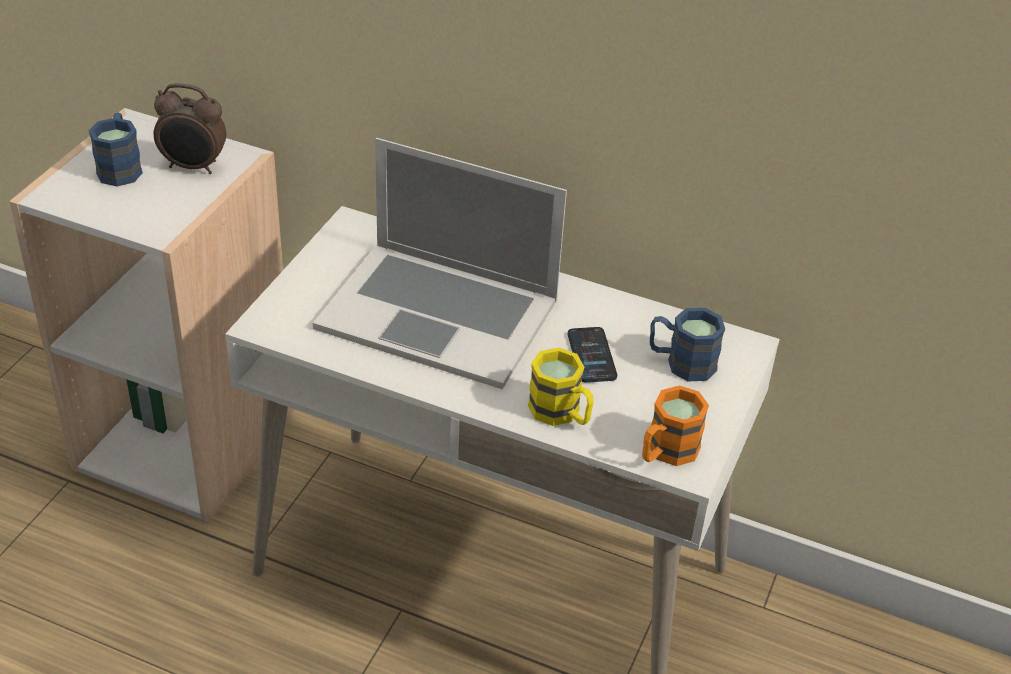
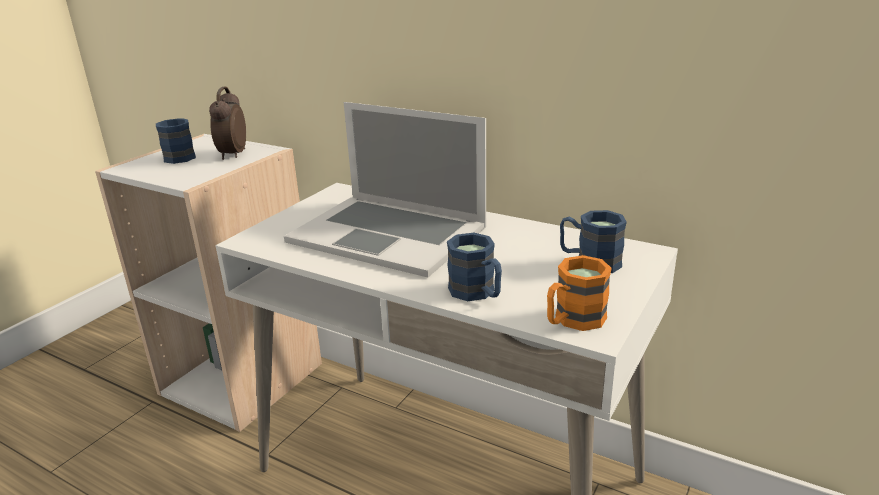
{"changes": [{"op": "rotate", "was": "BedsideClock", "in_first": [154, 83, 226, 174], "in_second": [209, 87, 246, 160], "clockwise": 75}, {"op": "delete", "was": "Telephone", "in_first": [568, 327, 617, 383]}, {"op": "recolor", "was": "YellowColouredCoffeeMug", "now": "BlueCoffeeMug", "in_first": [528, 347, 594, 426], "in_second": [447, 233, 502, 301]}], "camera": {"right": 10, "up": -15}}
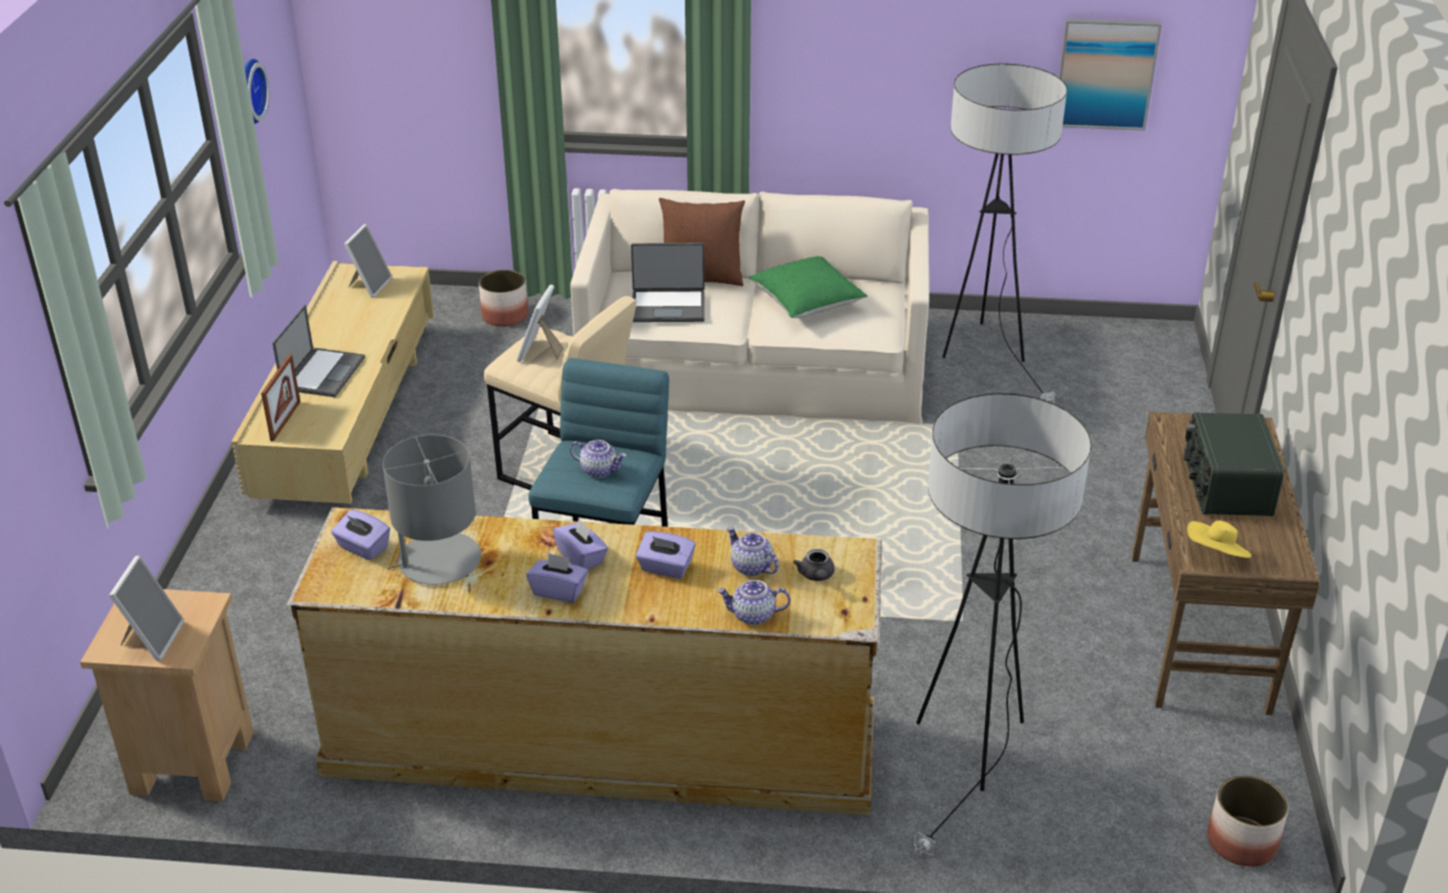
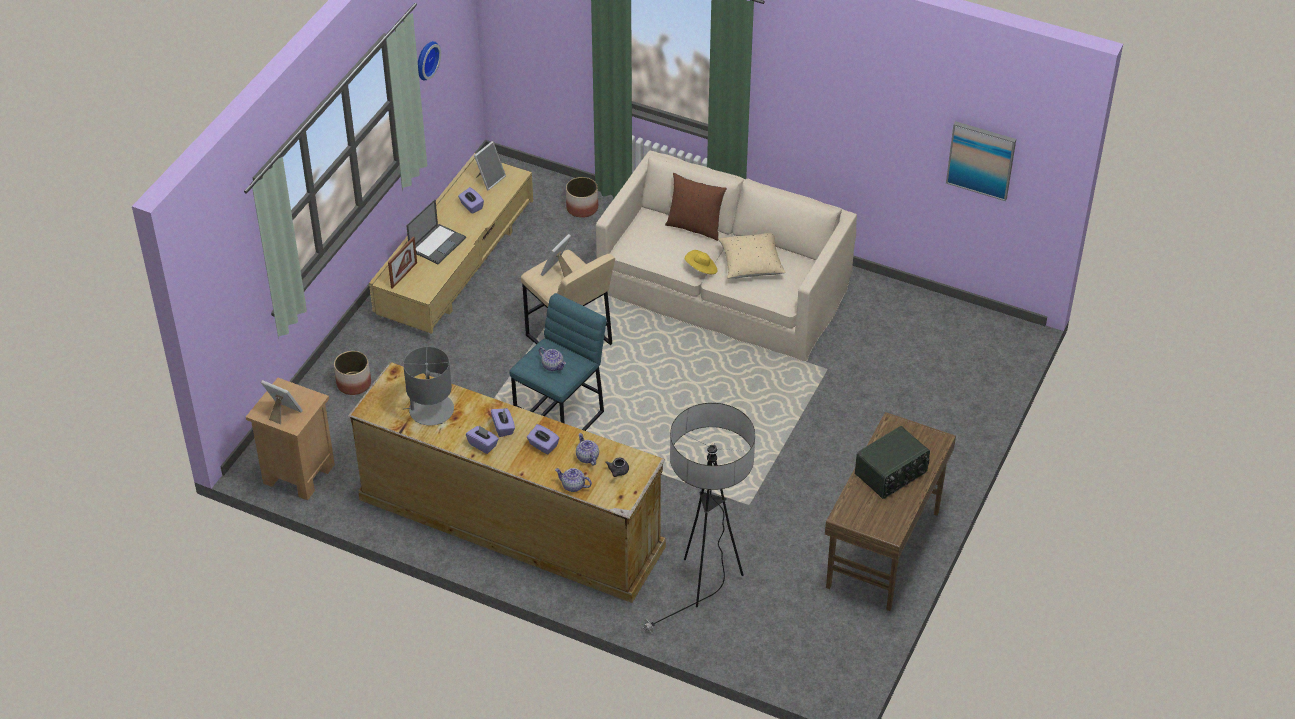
{"changes": [{"op": "delete", "was": "StandardLamp", "in_first": [943, 64, 1067, 404]}, {"op": "delete", "was": "Laptop", "in_first": [631, 243, 705, 322]}, {"op": "recolor", "was": "GreenPillow", "now": "BeigeColouredPillow", "in_first": [749, 256, 867, 318], "in_second": [718, 233, 786, 279]}, {"op": "rotate", "was": "Radio", "in_first": [1184, 412, 1284, 516], "in_second": [855, 426, 930, 499], "clockwise": -150}, {"op": "move", "was": "PurpleTissueHolder", "in_first": [331, 510, 390, 560], "in_second": [458, 187, 484, 214]}, {"op": "move", "was": "YellowColouredWearableHat", "in_first": [1187, 520, 1251, 558], "in_second": [685, 250, 718, 274]}, {"op": "rotate", "was": "StandingFrame", "in_first": [109, 556, 184, 661], "in_second": [261, 380, 303, 425], "clockwise": -90}, {"op": "move", "was": "FlowerPot", "in_first": [1207, 775, 1288, 867], "in_second": [334, 351, 371, 395]}], "camera": {"right": 20, "up": 10}}
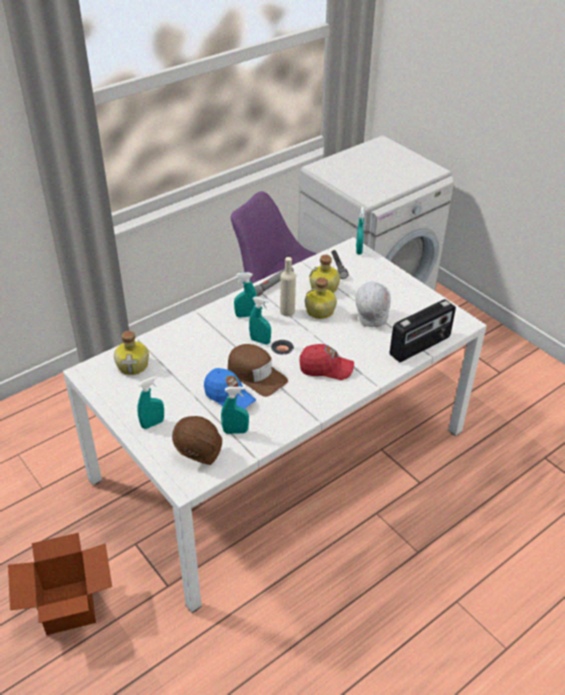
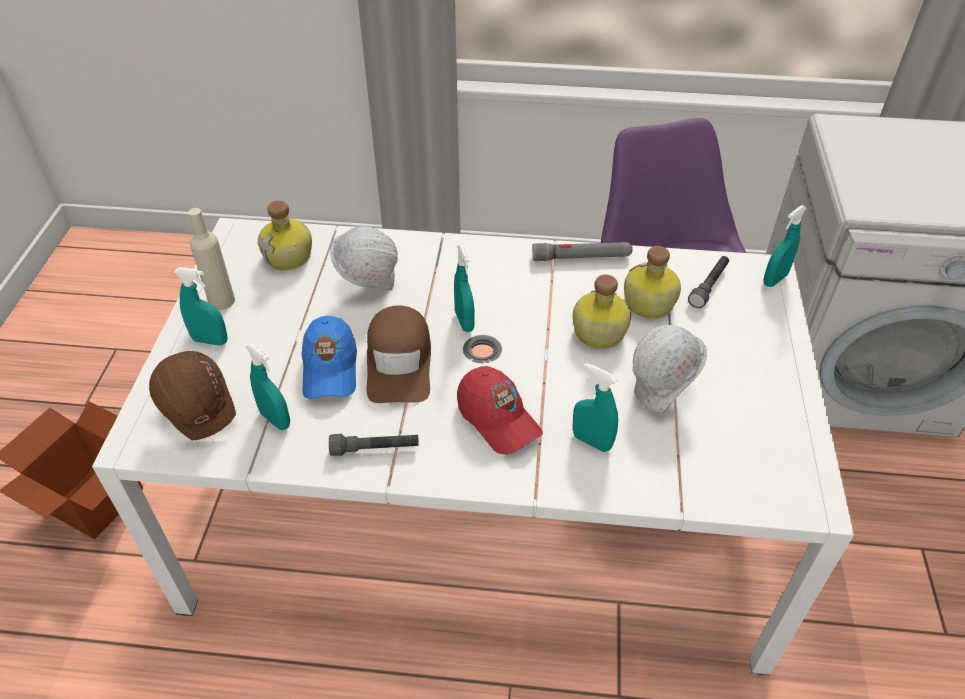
{"changes": [{"op": "move", "was": "BeigeColouredDrinkBottle", "in_first": [280, 257, 296, 316], "in_second": [188, 208, 235, 310]}, {"op": "move", "was": "TurquoiseHandSprayer", "in_first": [234, 272, 257, 318], "in_second": [573, 363, 618, 452]}, {"op": "delete", "was": "Radio", "in_first": [390, 299, 456, 362]}, {"op": "insert", "now": "WhitishSafetyHelmet", "in_second": [330, 226, 398, 290]}, {"op": "insert", "now": "GrayHandTorch", "in_second": [329, 434, 419, 456]}], "camera": {"right": 45, "up": 5}}
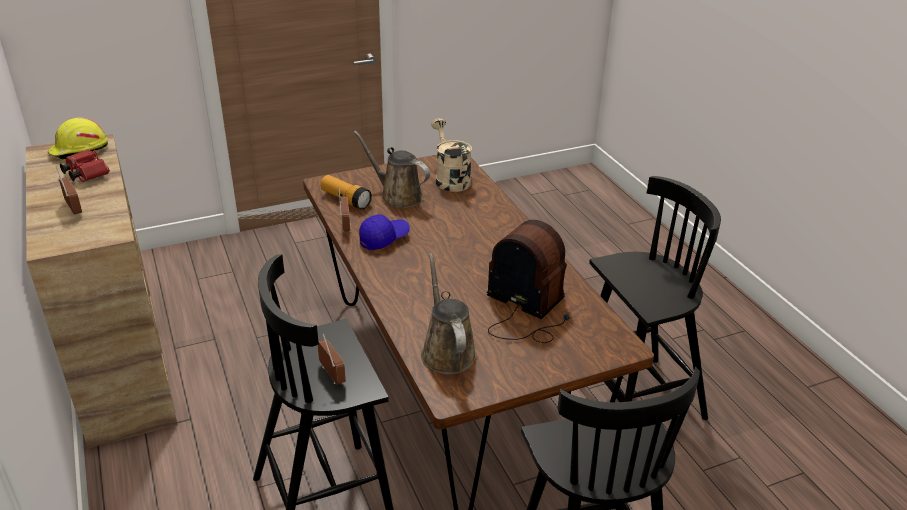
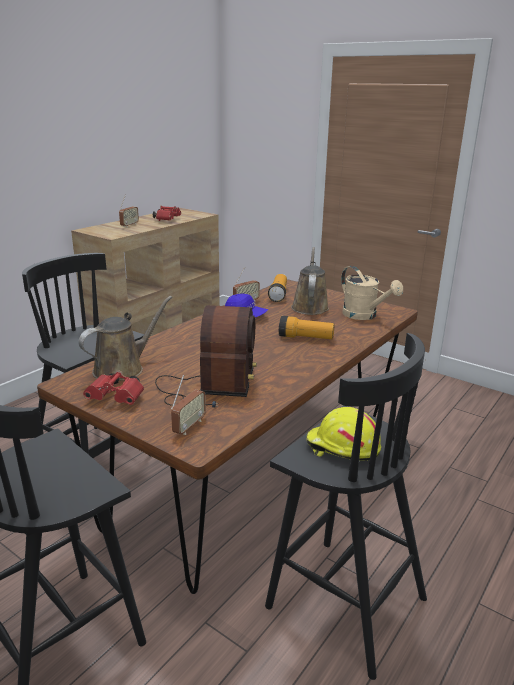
{"changes": [{"op": "move", "was": "YellowColouredSafetyHelmet", "in_first": [48, 117, 108, 161], "in_second": [307, 407, 381, 461]}, {"op": "rotate", "was": "BeigeColouredSprinklingCan", "in_first": [431, 118, 472, 192], "in_second": [341, 266, 403, 320], "clockwise": 105}, {"op": "move", "was": "Radio", "in_first": [317, 333, 346, 385], "in_second": [171, 375, 206, 435]}, {"op": "insert", "now": "HandTorch", "in_second": [279, 316, 335, 339]}, {"op": "insert", "now": "RedColouredFieldGlasses", "in_second": [83, 370, 144, 405]}], "camera": {"right": 60, "up": -10}}
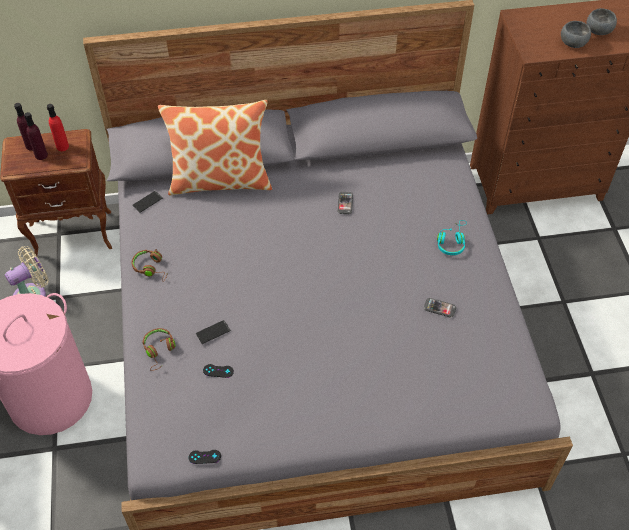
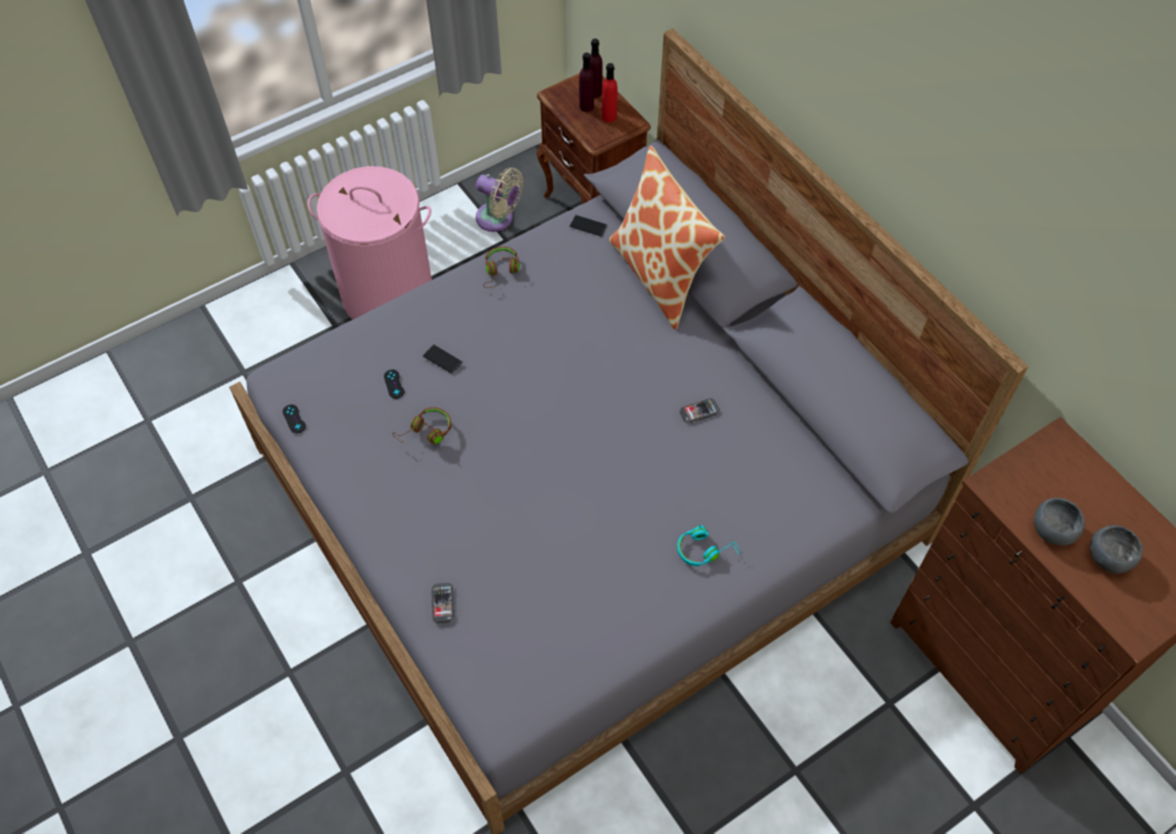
{"changes": [{"op": "move", "was": "Telephone", "in_first": [424, 298, 456, 318], "in_second": [431, 583, 454, 623]}, {"op": "move", "was": "BrownHeadset", "in_first": [143, 328, 175, 371], "in_second": [393, 407, 451, 444]}], "camera": {"right": 65, "up": 5}}
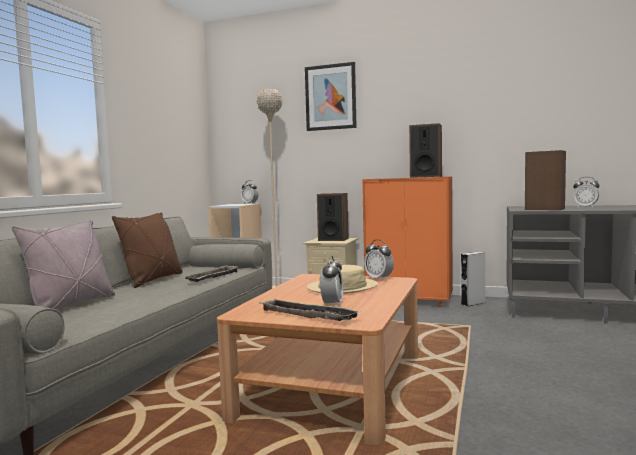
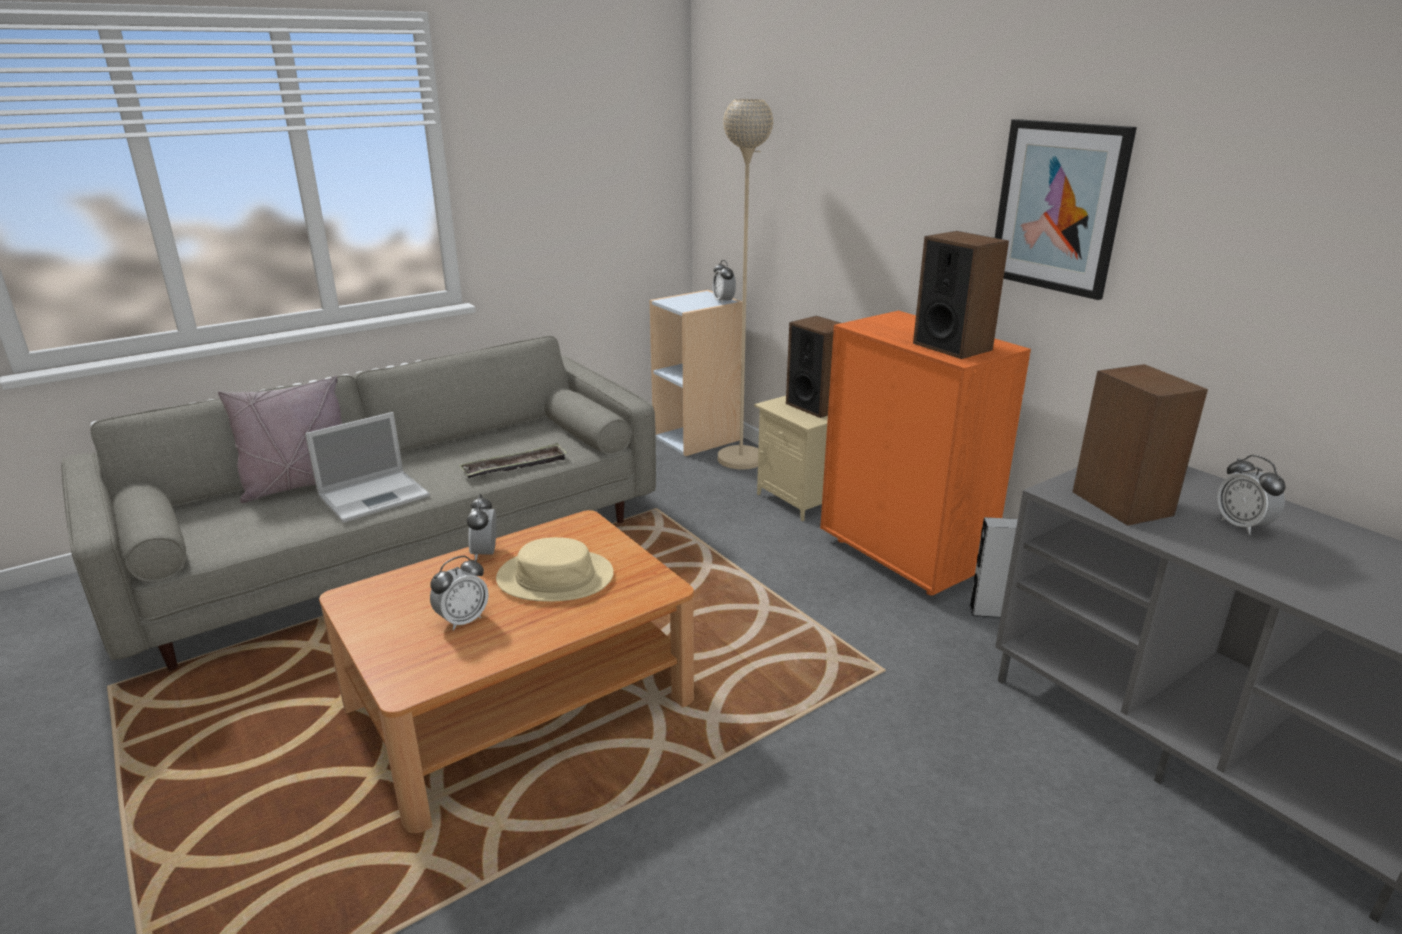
{"changes": [{"op": "move", "was": "WallArt", "in_first": [305, 62, 357, 131], "in_second": [995, 119, 1137, 300]}, {"op": "delete", "was": "BrownPillow", "in_first": [112, 212, 183, 288]}, {"op": "move", "was": "BedsideClock", "in_first": [364, 240, 394, 281], "in_second": [467, 494, 497, 559]}, {"op": "delete", "was": "CarryingTray", "in_first": [259, 299, 361, 321]}, {"op": "insert", "now": "Laptop", "in_second": [305, 412, 430, 523]}], "camera": {"right": 35, "up": 20}}
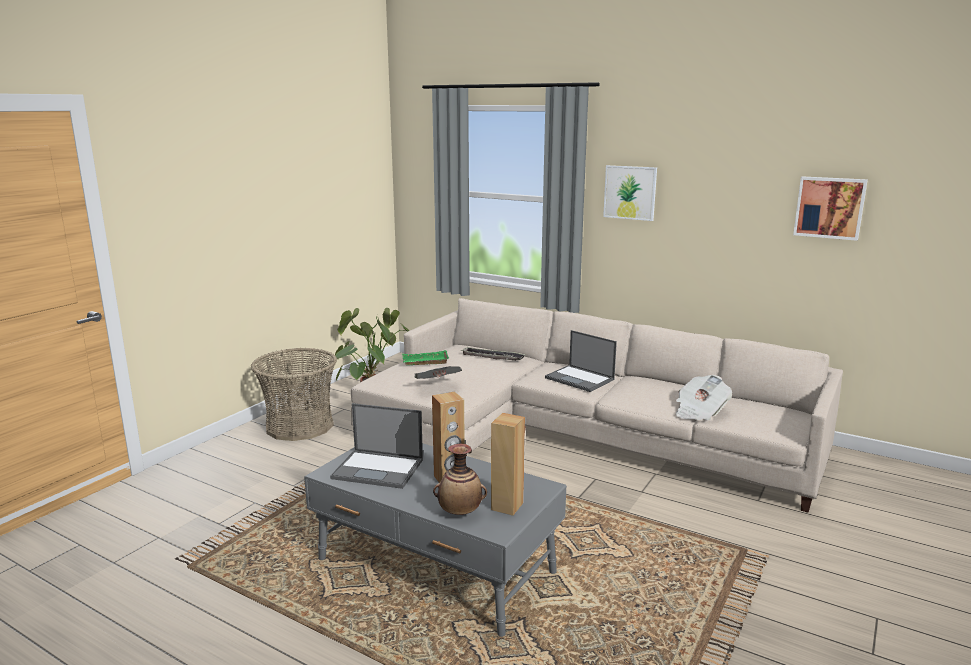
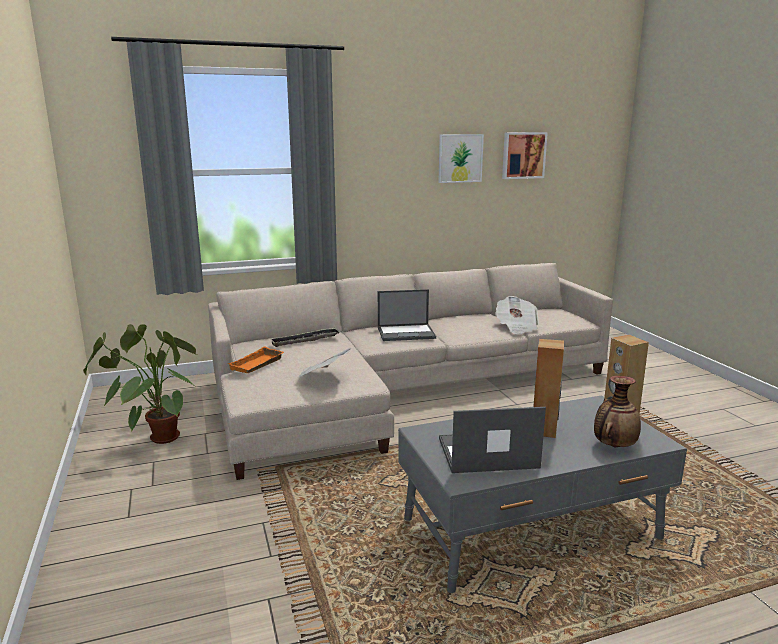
{"changes": [{"op": "move", "was": "WallArt", "in_first": [603, 165, 657, 221], "in_second": [438, 134, 484, 183]}, {"op": "delete", "was": "Basket", "in_first": [251, 348, 337, 441]}, {"op": "recolor", "was": "GreenCarryingTray", "now": "OrangeCarryingTray", "in_first": [402, 350, 449, 365], "in_second": [228, 346, 284, 373]}, {"op": "rotate", "was": "Laptop", "in_first": [330, 403, 423, 489], "in_second": [439, 407, 546, 473], "clockwise": -150}], "camera": {"right": -50, "up": 0}}
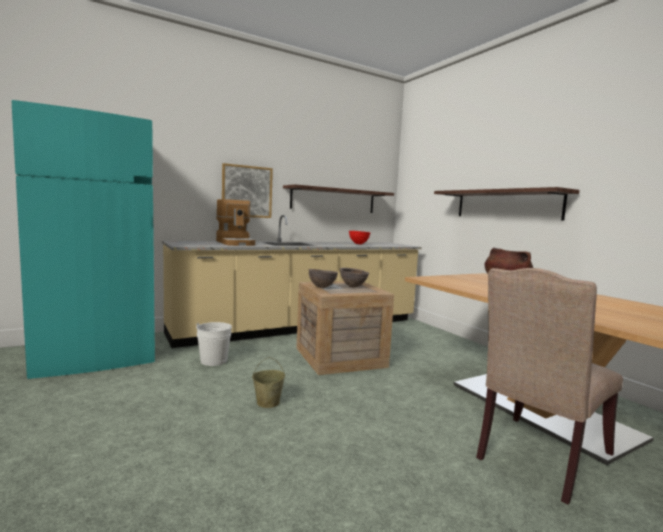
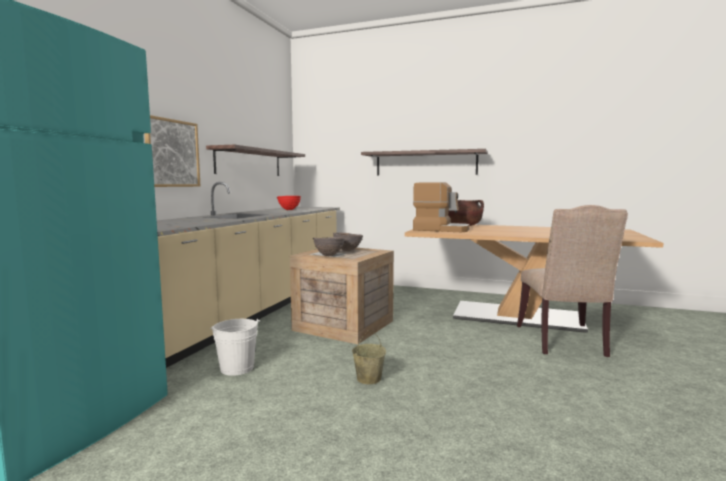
{"changes": [{"op": "move", "was": "CoffeeBrewer", "in_first": [216, 199, 255, 246], "in_second": [413, 183, 470, 232]}], "camera": {"right": -40, "up": 0}}
